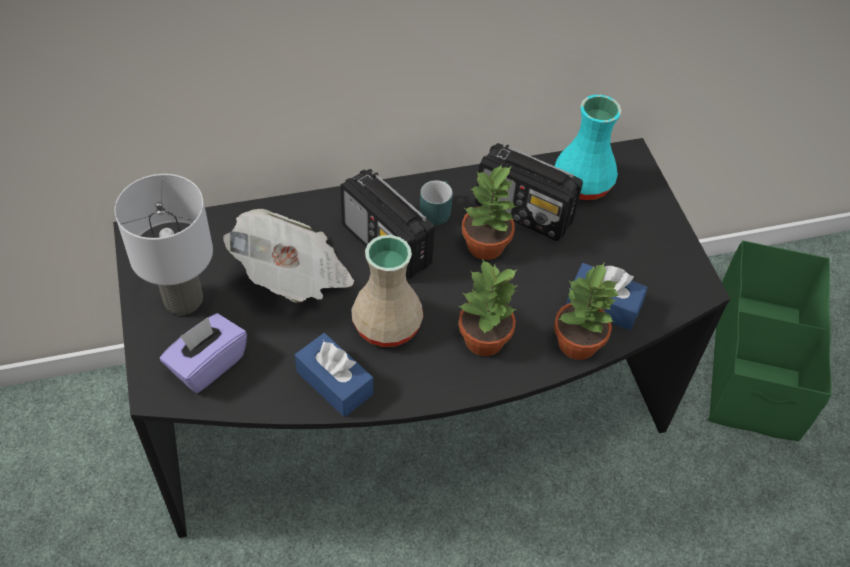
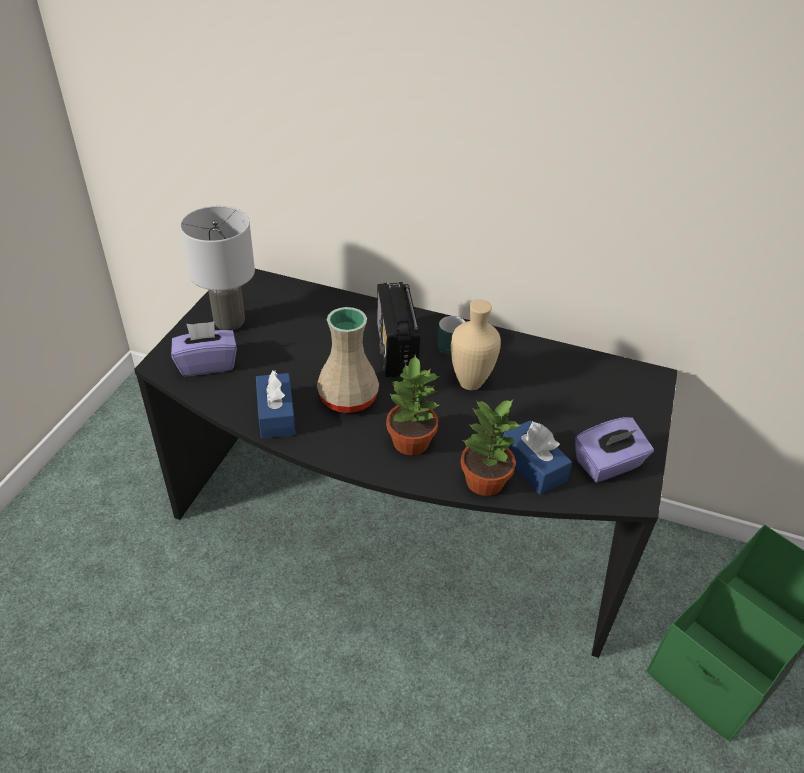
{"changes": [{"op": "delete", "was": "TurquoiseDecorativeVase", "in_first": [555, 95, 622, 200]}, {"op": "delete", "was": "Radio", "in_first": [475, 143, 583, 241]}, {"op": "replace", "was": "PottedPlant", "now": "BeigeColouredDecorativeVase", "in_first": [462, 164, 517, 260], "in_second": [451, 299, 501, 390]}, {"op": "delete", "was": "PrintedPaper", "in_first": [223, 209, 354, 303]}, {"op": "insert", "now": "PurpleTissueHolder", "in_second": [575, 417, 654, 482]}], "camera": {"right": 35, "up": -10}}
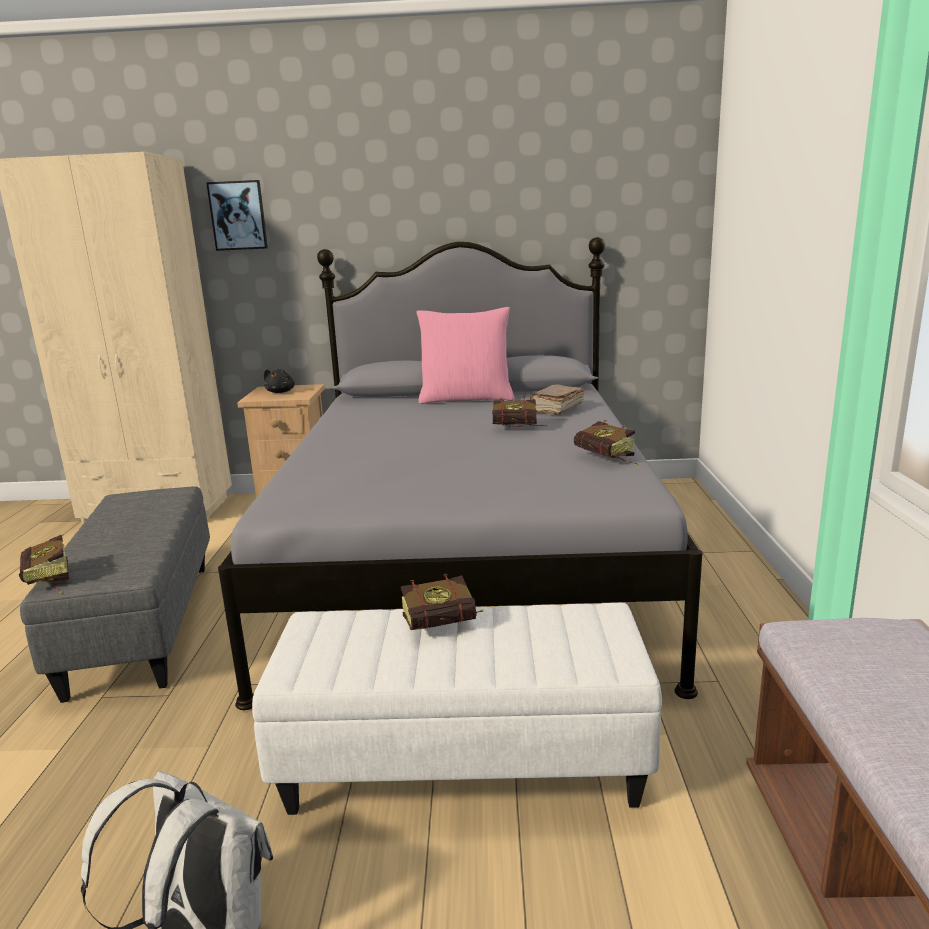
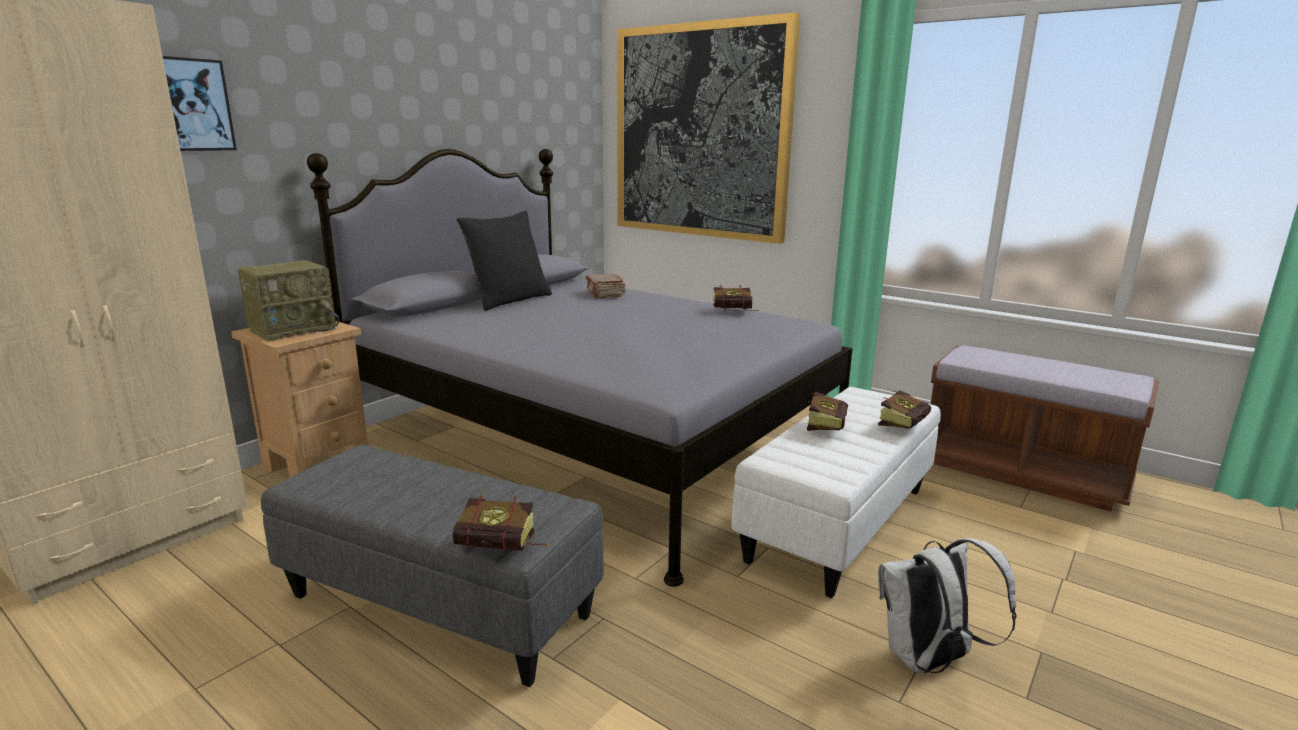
{"changes": [{"op": "recolor", "was": "PinkColouredPillow", "now": "BlackColouredPillow", "in_first": [416, 307, 514, 404], "in_second": [457, 211, 552, 311]}, {"op": "replace", "was": "BlackColouredPlushToy", "now": "Radio", "in_first": [264, 369, 295, 393], "in_second": [237, 260, 340, 342]}, {"op": "move", "was": "Volume", "in_first": [492, 397, 547, 427], "in_second": [878, 390, 931, 429]}, {"op": "insert", "now": "WallArt", "in_second": [617, 13, 800, 244]}], "camera": {"right": -55, "up": 0}}
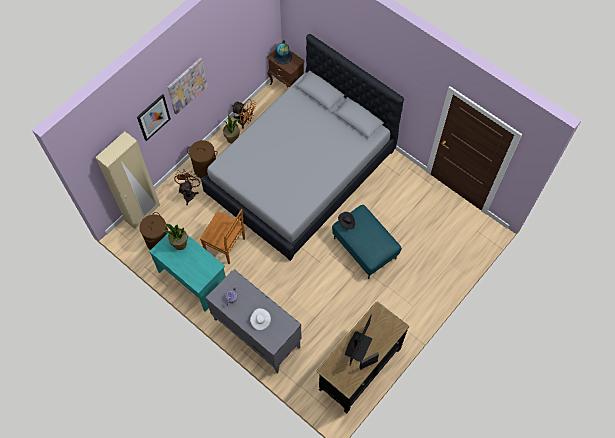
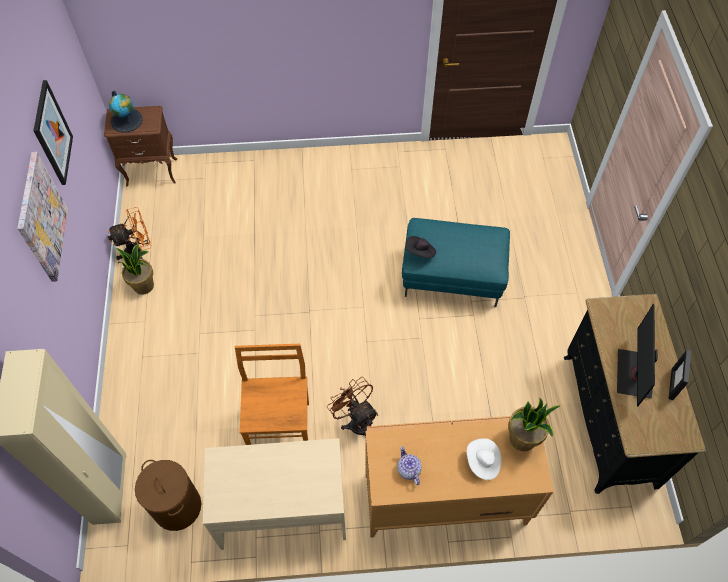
{"changes": [{"op": "delete", "was": "GraySleepingBed", "in_first": [201, 34, 404, 261]}, {"op": "move", "was": "WallArt", "in_first": [137, 94, 171, 141], "in_second": [33, 80, 73, 185]}, {"op": "delete", "was": "BrownLaundryBasket", "in_first": [187, 140, 217, 178]}, {"op": "move", "was": "BrownFan", "in_first": [174, 170, 201, 205], "in_second": [327, 377, 378, 436]}, {"op": "rotate", "was": "BrownChair", "in_first": [200, 209, 245, 264], "in_second": [235, 344, 309, 445], "clockwise": -75}, {"op": "move", "was": "PottedPlant", "in_first": [162, 224, 188, 250], "in_second": [508, 397, 560, 451]}, {"op": "recolor", "was": "TurquoiseDeskTable", "now": "BeigeColouredDeskTable", "in_first": [149, 227, 226, 312], "in_second": [203, 438, 346, 550]}, {"op": "recolor", "was": "GrayCabinet", "now": "BrownCabinet", "in_first": [206, 269, 301, 373], "in_second": [365, 416, 554, 538]}, {"op": "rotate", "was": "ComputerDisplay", "in_first": [345, 314, 372, 365], "in_second": [617, 304, 658, 407], "clockwise": -150}], "camera": {"right": -45, "up": -5}}
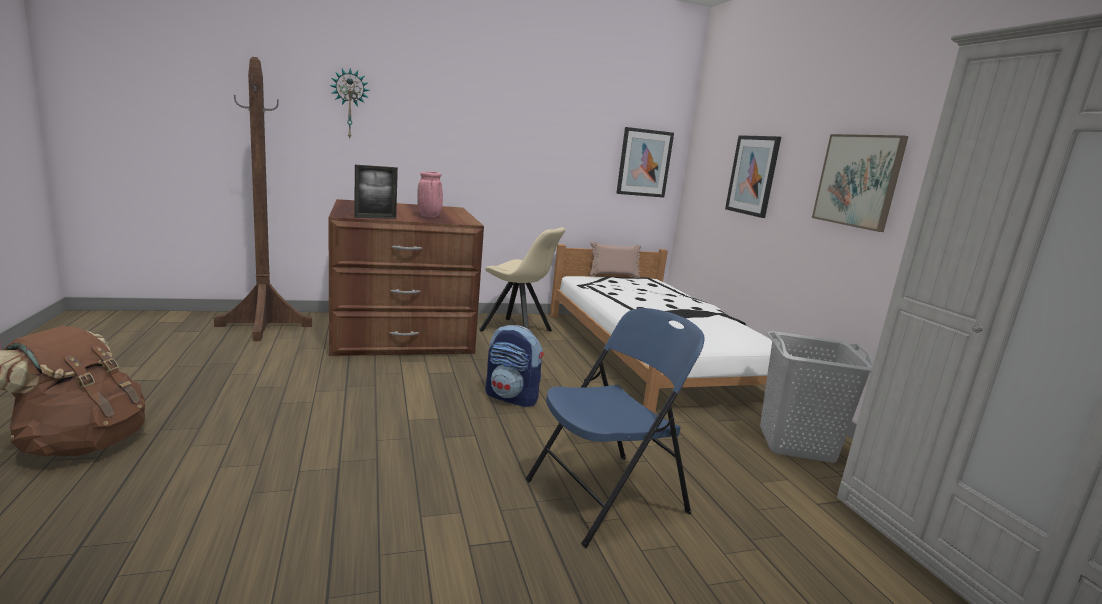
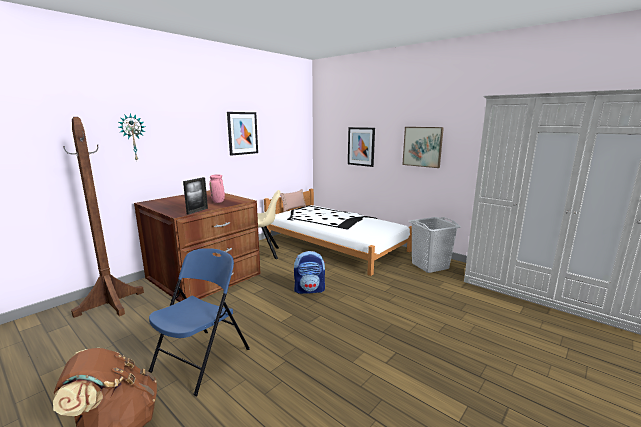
{"changes": [{"op": "move", "was": "WallArt", "in_first": [616, 127, 674, 198], "in_second": [227, 112, 258, 156]}, {"op": "move", "was": "BlueChair", "in_first": [525, 308, 705, 549], "in_second": [149, 248, 250, 397]}], "camera": {"right": -30, "up": 0}}
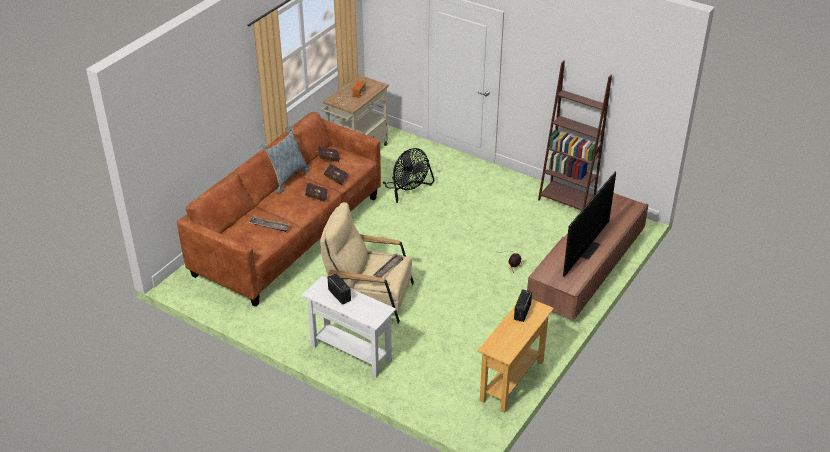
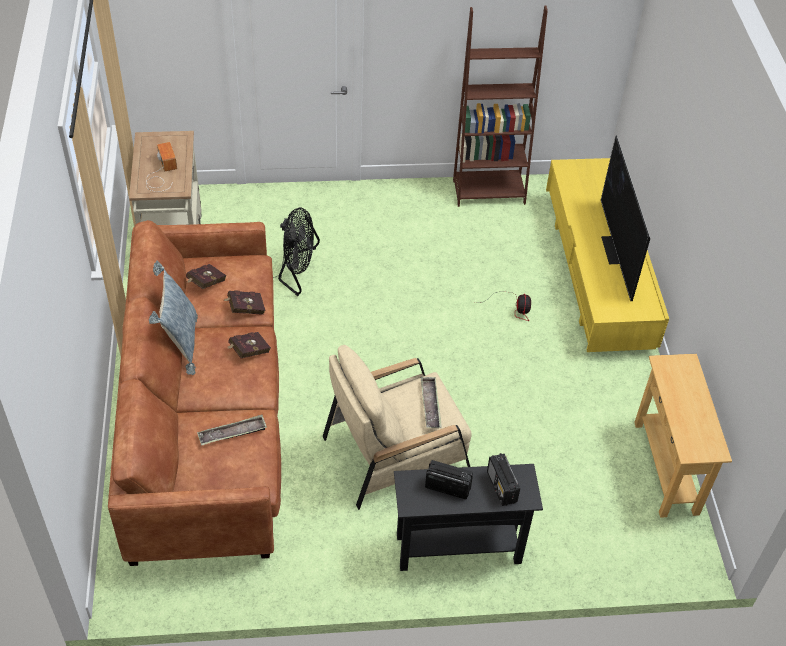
{"changes": [{"op": "recolor", "was": "BrownTvStand", "now": "YellowColouredTvStand", "in_first": [527, 193, 649, 320], "in_second": [546, 158, 669, 352]}, {"op": "recolor", "was": "WhitishHallTable", "now": "BlackColouredHallTable", "in_first": [302, 276, 396, 378], "in_second": [394, 464, 543, 571]}, {"op": "move", "was": "Radio", "in_first": [514, 289, 532, 322], "in_second": [487, 453, 520, 506]}], "camera": {"right": -40, "up": 10}}
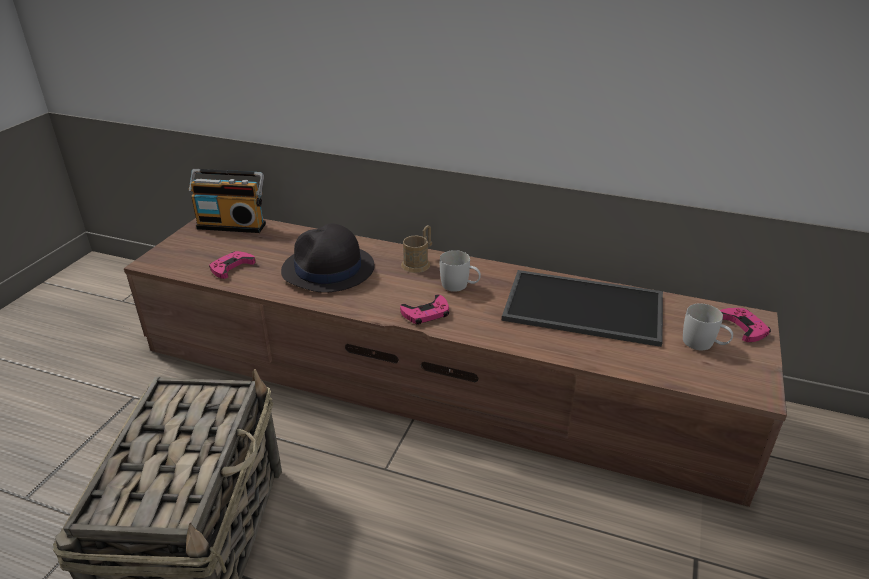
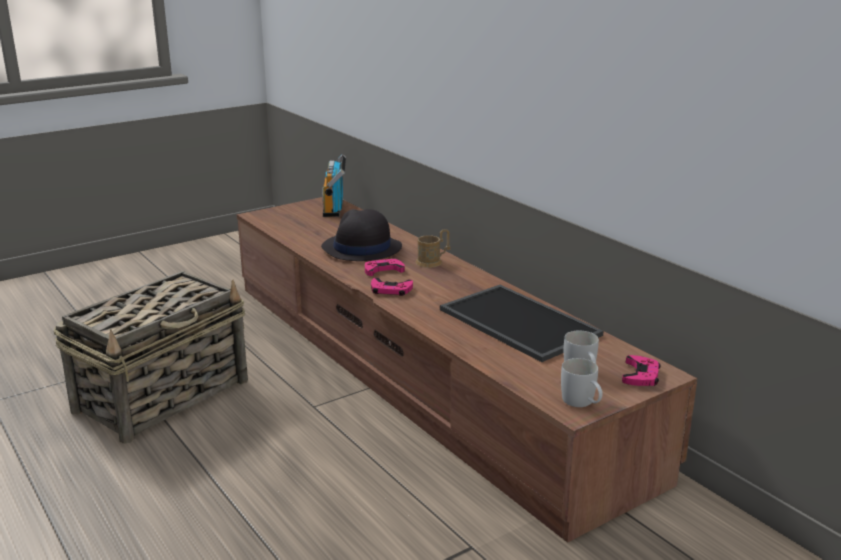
{"changes": [{"op": "rotate", "was": "Radio", "in_first": [188, 169, 266, 233], "in_second": [322, 154, 346, 217], "clockwise": 45}, {"op": "move", "was": "WhitishCoffeeMug", "in_first": [440, 250, 481, 292], "in_second": [561, 358, 602, 407]}, {"op": "move", "was": "PinkColouredGamepad", "in_first": [209, 251, 256, 279], "in_second": [365, 259, 405, 276]}], "camera": {"right": 35, "up": -10}}
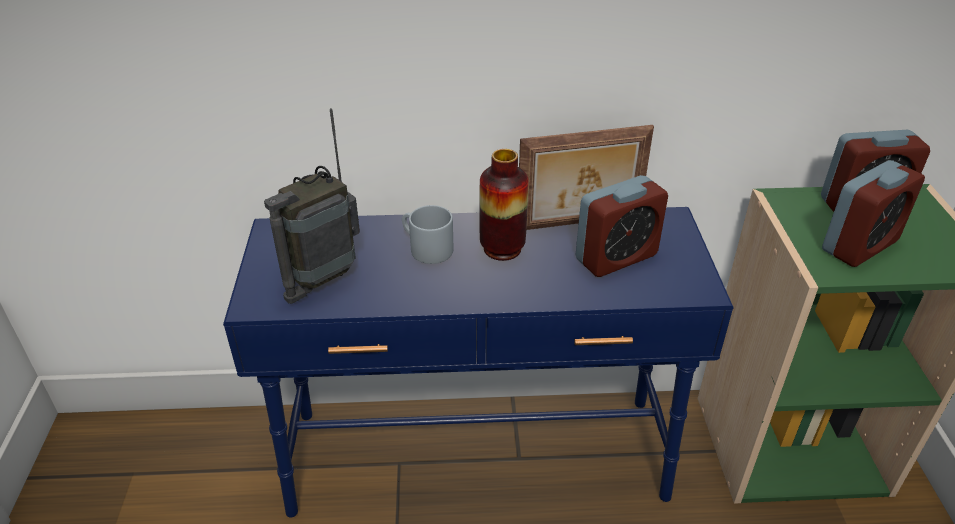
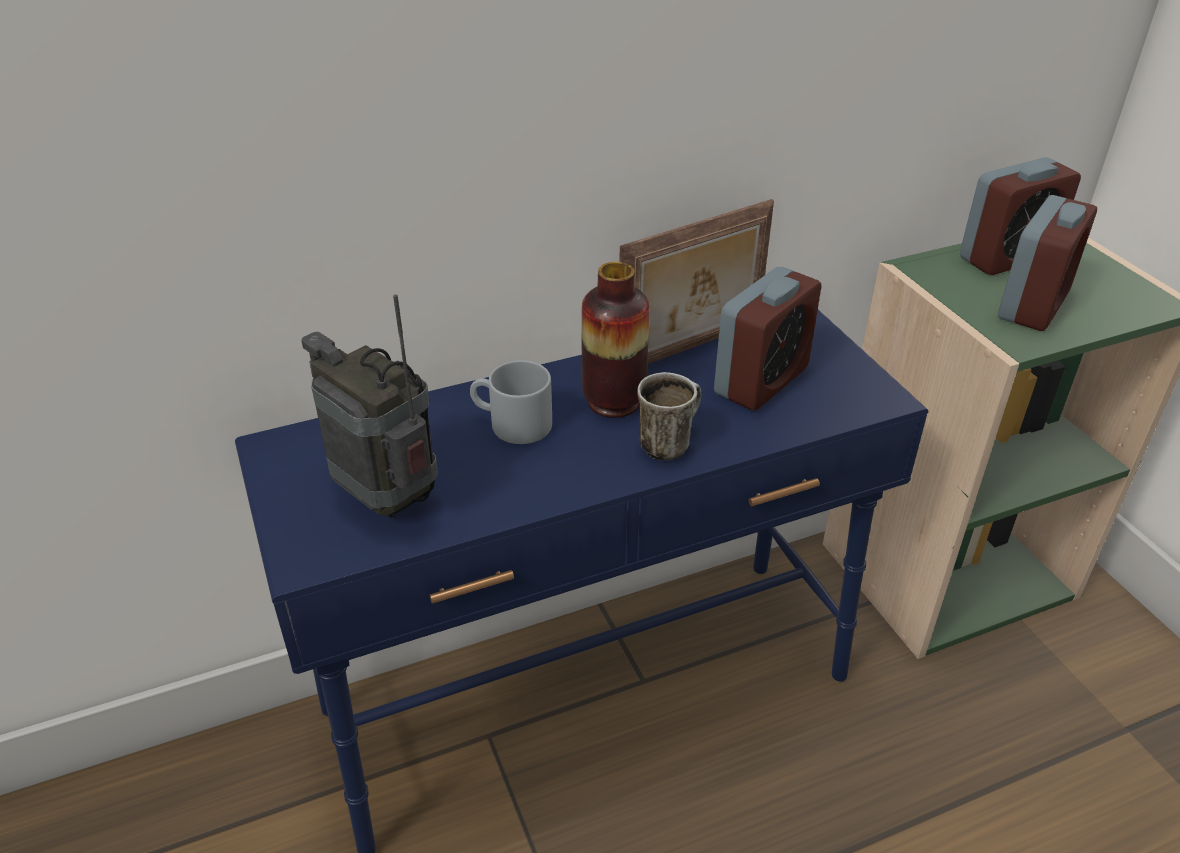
{"changes": [{"op": "rotate", "was": "Radio", "in_first": [264, 108, 360, 304], "in_second": [301, 294, 438, 518], "clockwise": 105}, {"op": "insert", "now": "CoffeeMug", "in_second": [637, 372, 702, 460]}], "camera": {"right": -20, "up": 0}}
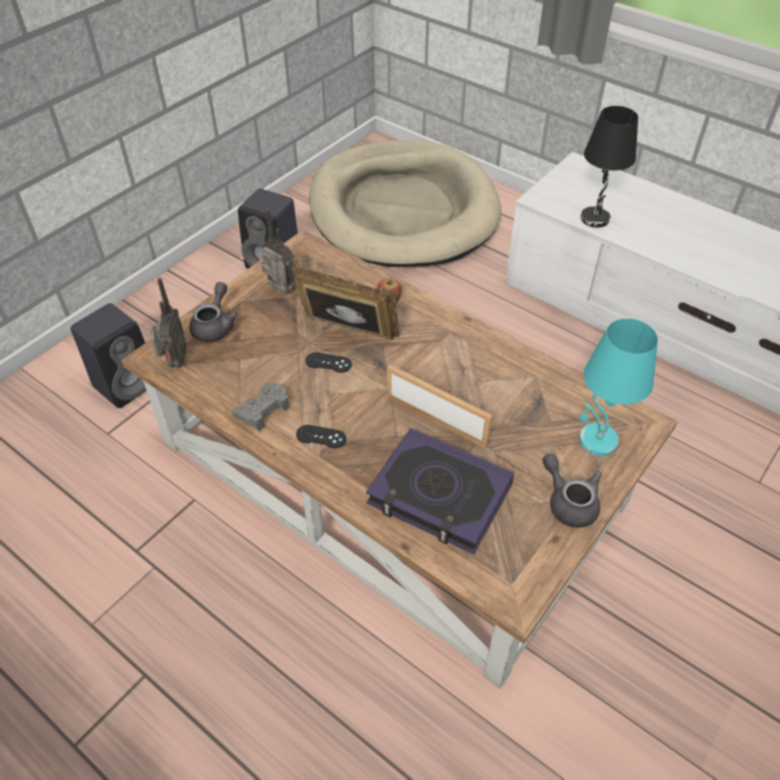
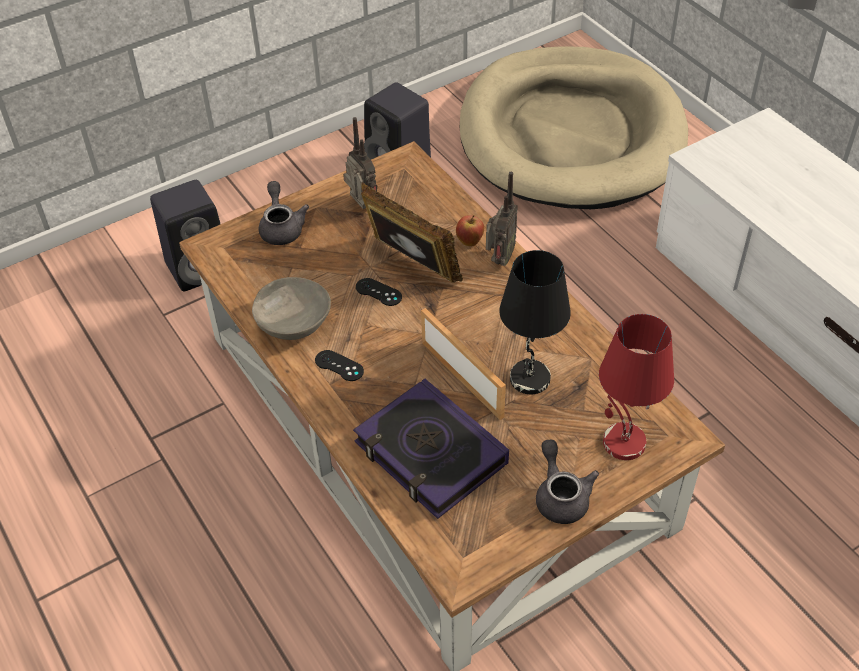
{"changes": [{"op": "move", "was": "BlackColouredLampForATable", "in_first": [580, 106, 638, 228], "in_second": [499, 250, 571, 394]}, {"op": "move", "was": "Radio", "in_first": [151, 278, 186, 368], "in_second": [486, 172, 518, 266]}, {"op": "rotate", "was": "GrayTeaPot", "in_first": [189, 282, 238, 342], "in_second": [259, 181, 309, 245], "clockwise": -45}, {"op": "recolor", "was": "TurquoiseLampForATable", "now": "RedColouredLampForATable", "in_first": [579, 318, 658, 456], "in_second": [599, 314, 674, 460]}, {"op": "replace", "was": "GrayGamepad", "now": "GrayBowl", "in_first": [232, 383, 289, 431], "in_second": [252, 277, 331, 340]}], "camera": {"right": 20, "up": 0}}
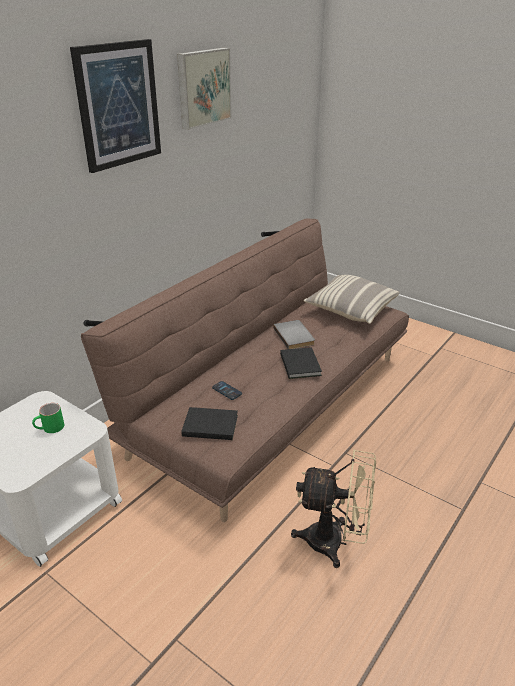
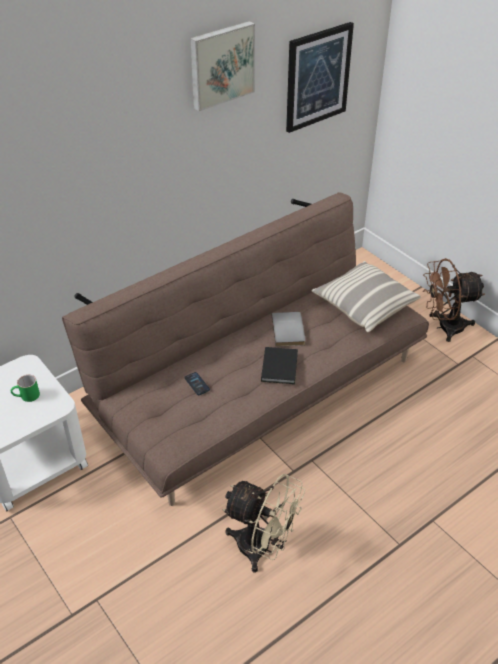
{"changes": [{"op": "move", "was": "WallArt", "in_first": [70, 39, 161, 173], "in_second": [286, 22, 354, 133]}, {"op": "delete", "was": "BlackColouredVolume", "in_first": [181, 407, 238, 440]}, {"op": "insert", "now": "BrownFan", "in_second": [423, 258, 485, 342]}], "camera": {"right": 15, "up": 10}}
